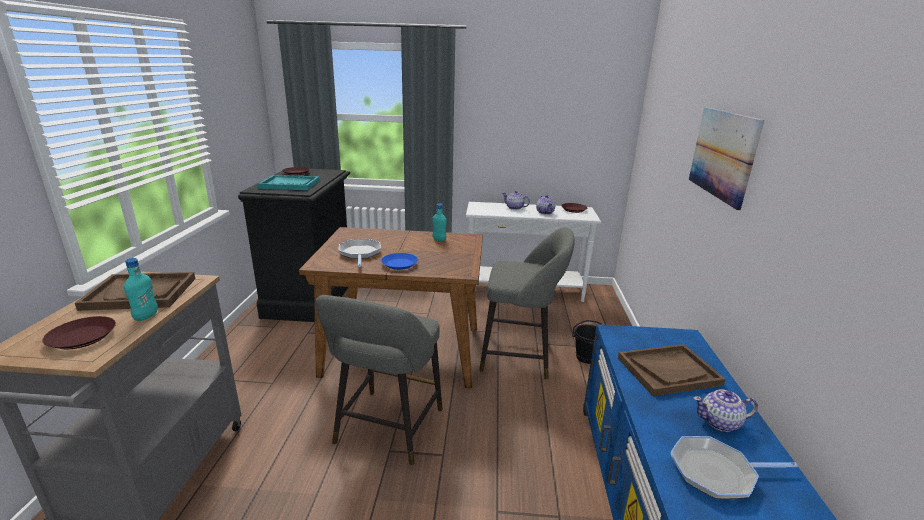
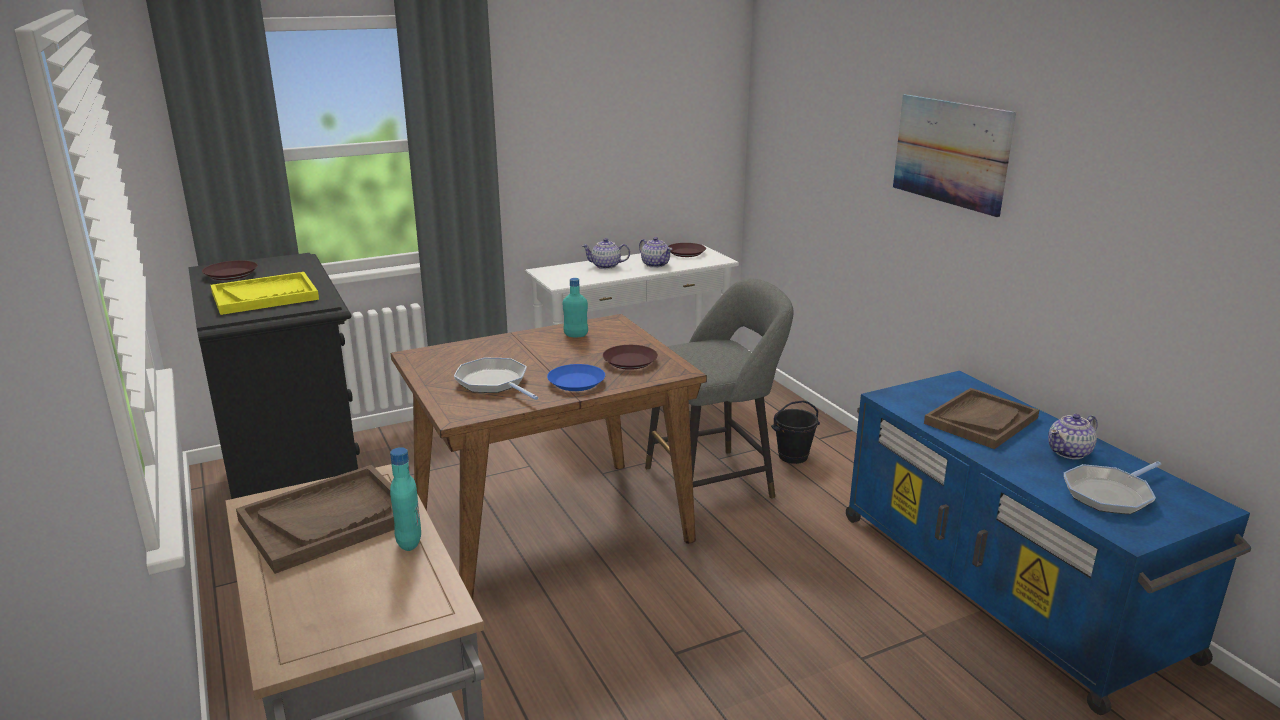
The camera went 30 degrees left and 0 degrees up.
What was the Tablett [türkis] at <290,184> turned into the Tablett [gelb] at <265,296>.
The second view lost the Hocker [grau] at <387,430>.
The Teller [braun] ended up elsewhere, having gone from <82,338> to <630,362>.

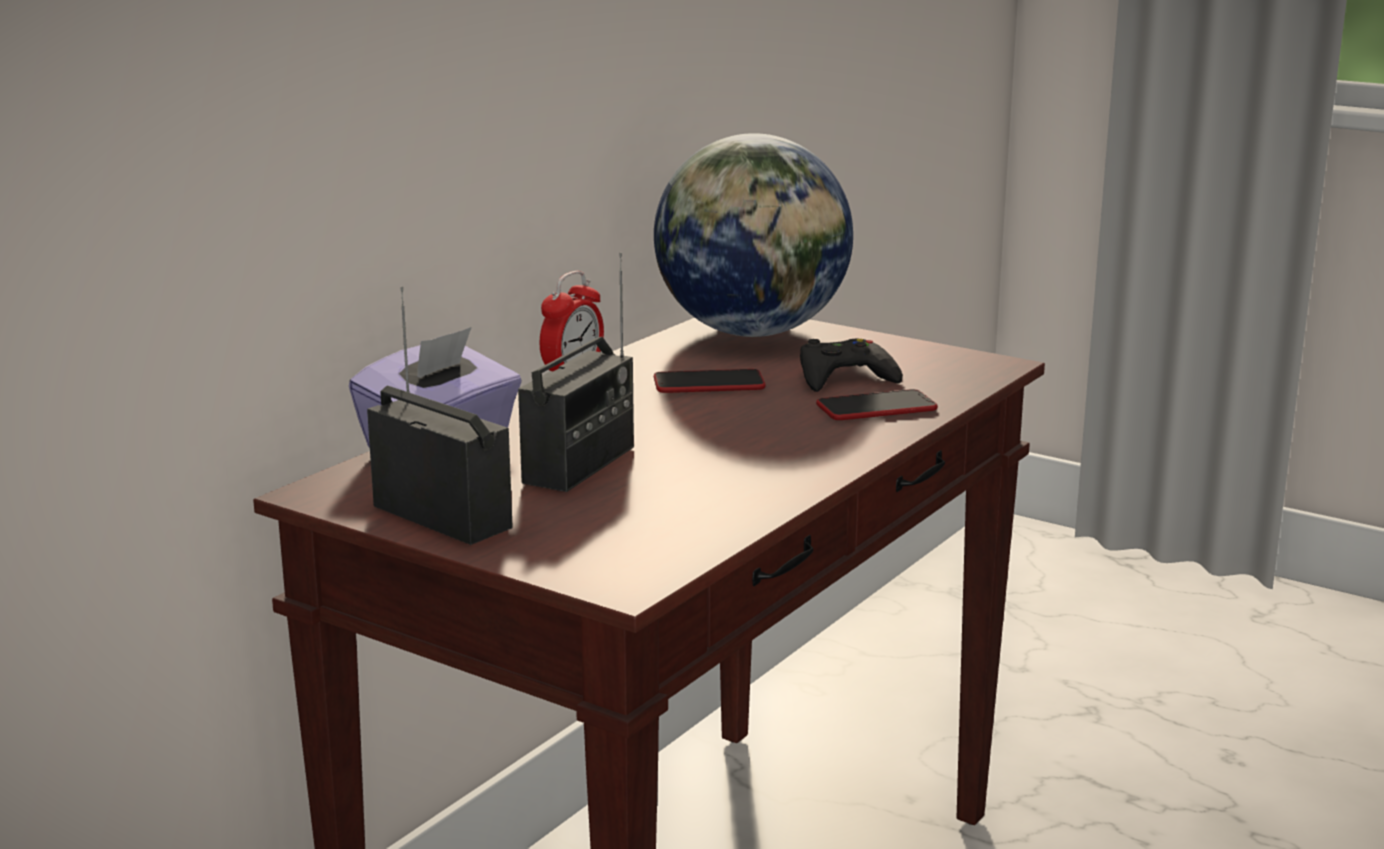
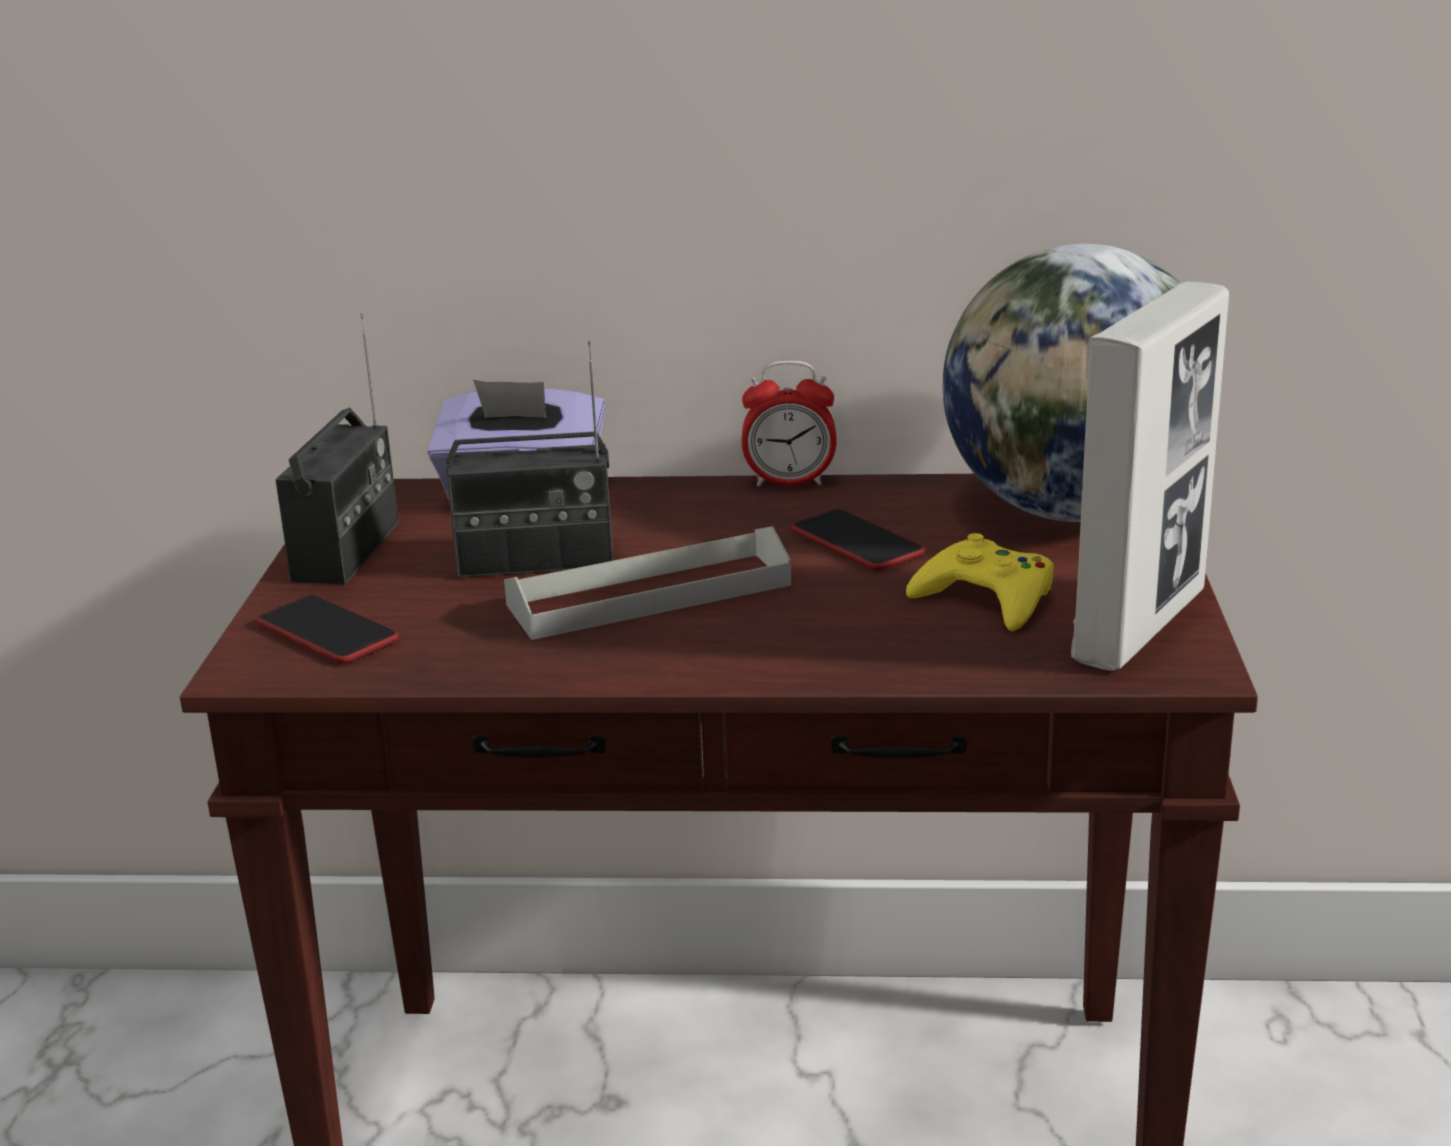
The camera went 60 degrees right and 5 degrees up.
What was the Gamepad [schwarz] at <844,377> turned into the Gamepad [gelb] at <987,598>.
The Handy ended up elsewhere, having gone from <876,408> to <327,632>.
The second view gained the Bilderrahmen at <1139,625>.
The second view gained the Tablett [grau] at <649,595>.

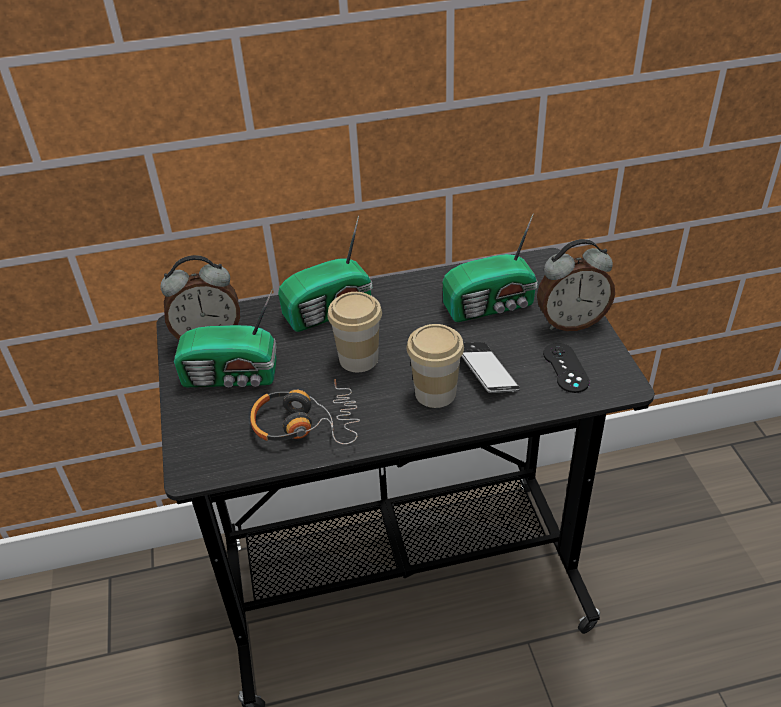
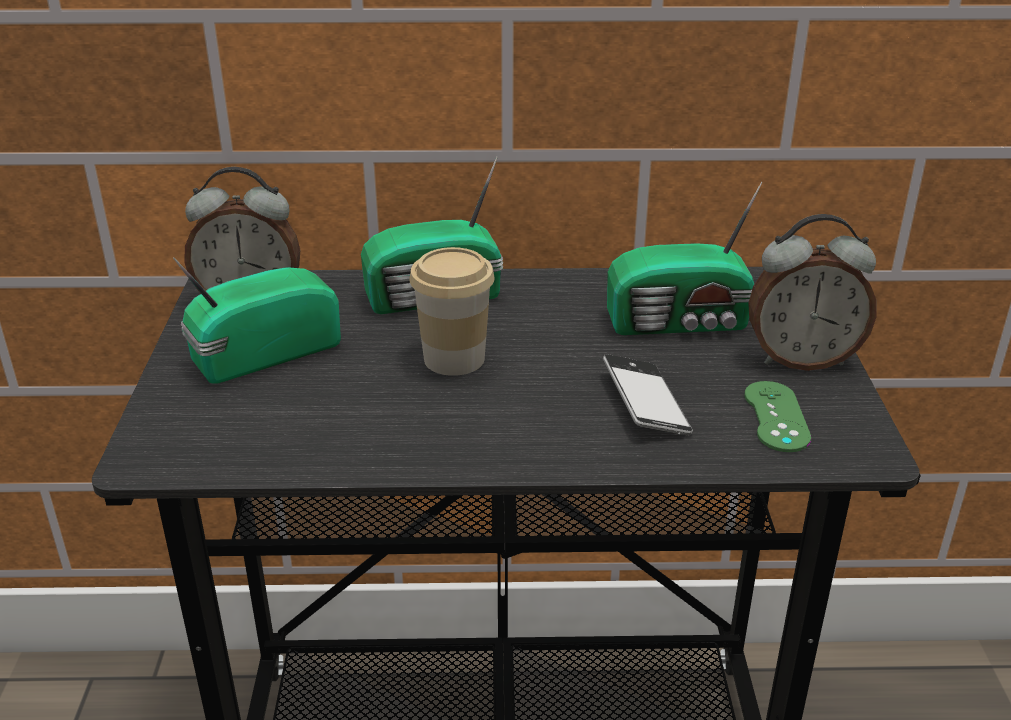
The camera went 10 degrees right and 10 degrees down.
The Radio at <233,376> ended up facing another way, 135 degrees clockwise from before.
The second view lost the Tasse at <435,393>.
What was the Gamepad [schwarz] at <565,368> turned into the Gamepad [grün] at <776,416>.
The second view lost the Kopfhörer at <306,423>.

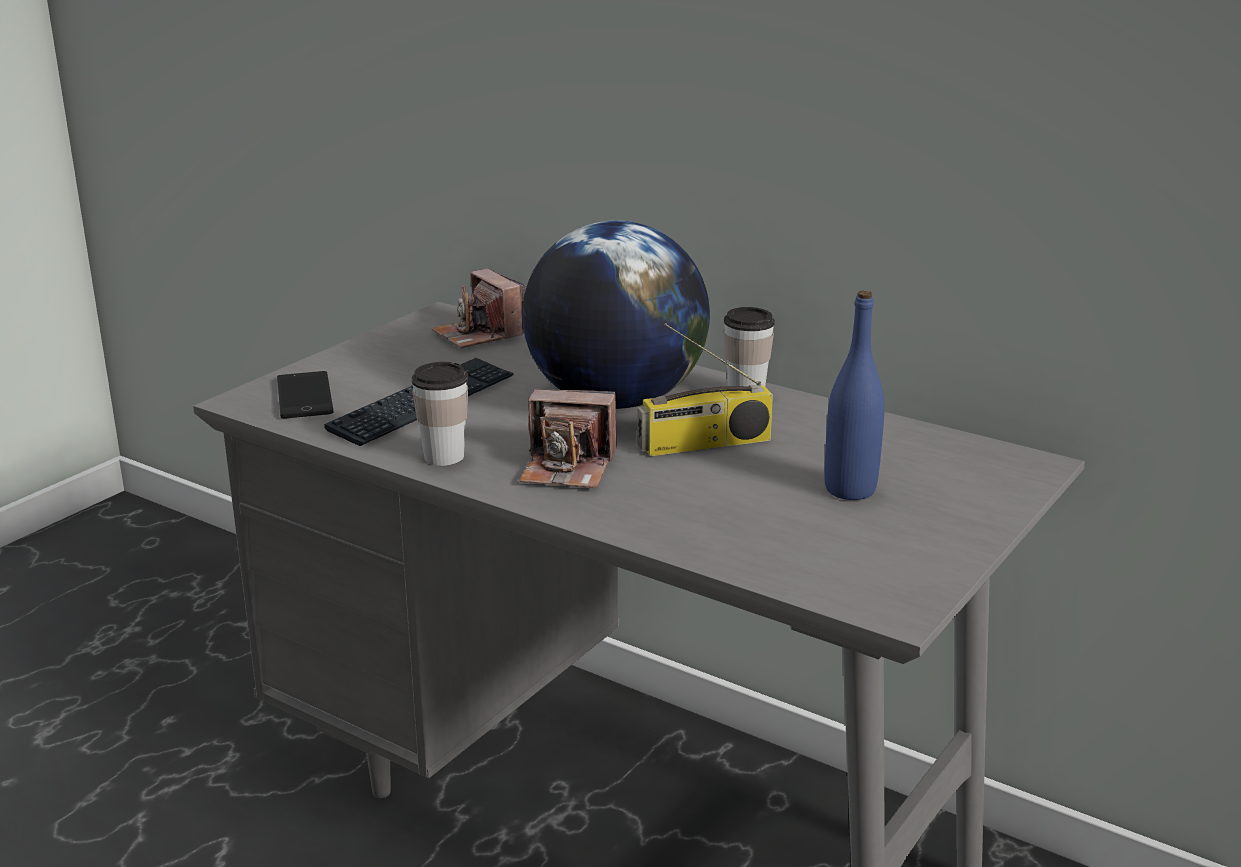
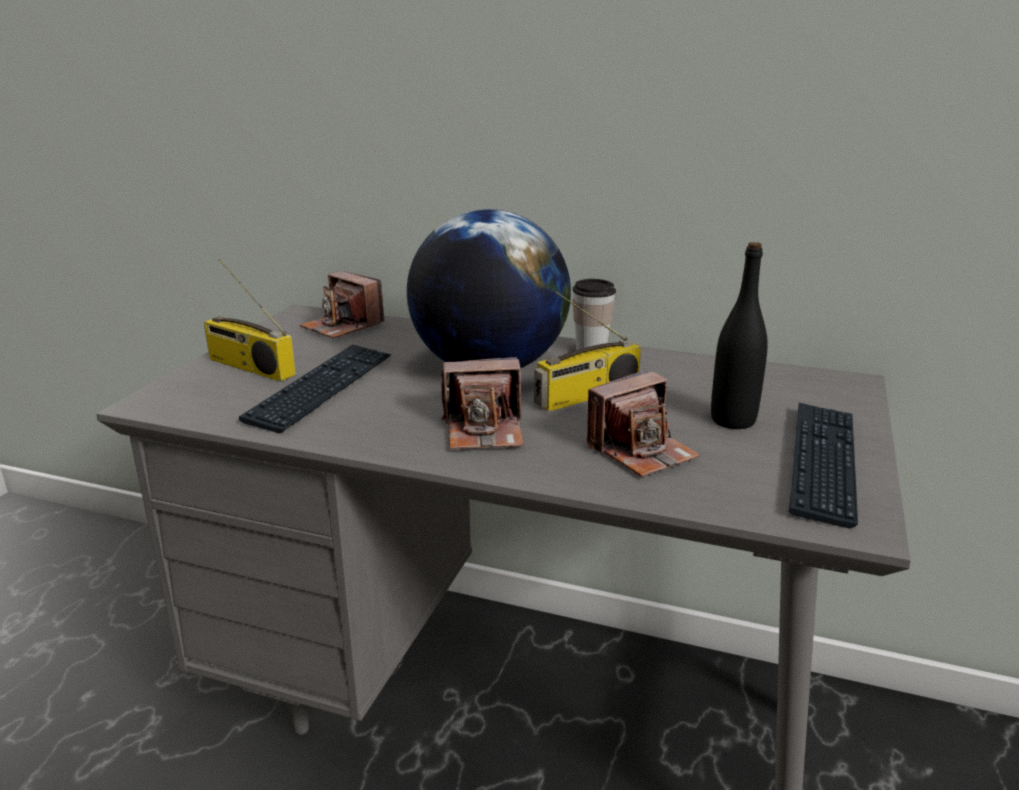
The camera went 15 degrees left and 0 degrees up.
What was the Flasche [blau] at <850,489> turned into the Flasche [schwarz] at <733,420>.
The second view lost the Tasse at <444,457>.
The second view lost the Handy at <304,396>.
The second view gained the Radio at <248,367>.
The second view gained the Kamera at <641,451>.
The second view gained the Tastatur at <822,462>.

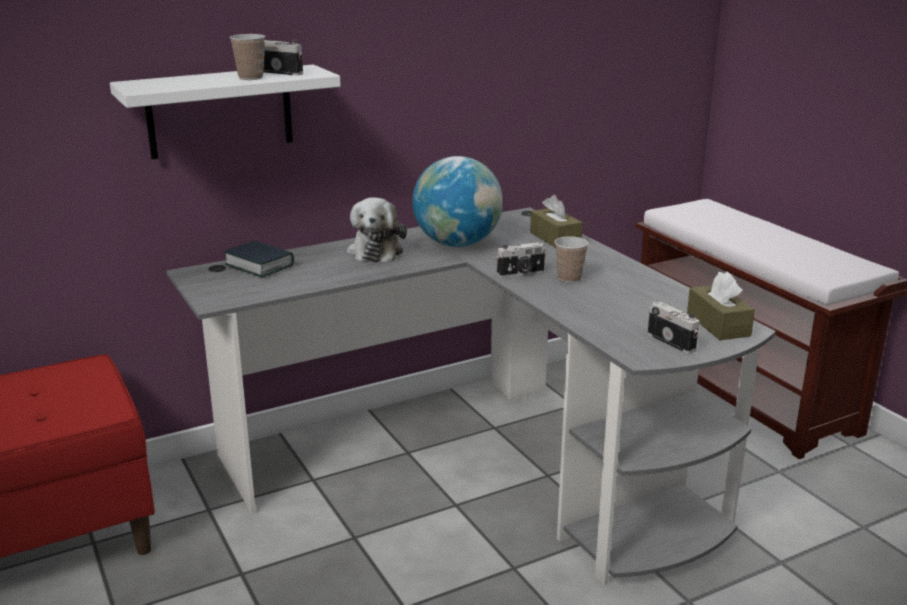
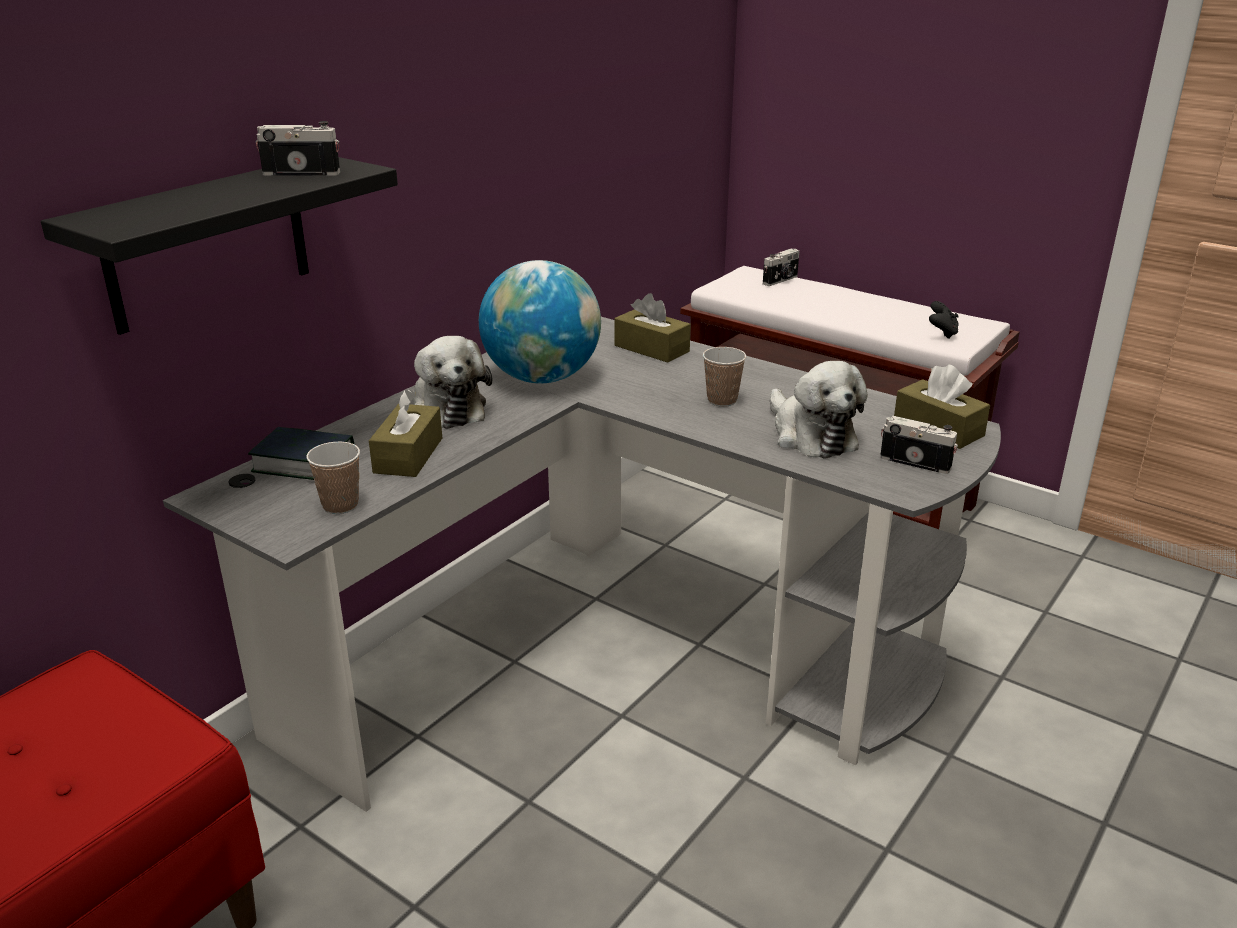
The camera went 25 degrees left and 5 degrees up.
The Tasse ended up elsewhere, having gone from <251,78> to <340,505>.
What was the Wandregal [weiß] at <220,111> turned into the Wandregal [schwarz] at <208,243>.
The Kamera ended up elsewhere, having gone from <521,274> to <781,280>.
The second view gained the Gamepad [schwarz] at <942,333>.
The second view gained the Plüschtier at <810,435>.
The second view gained the Taschentuchbox [braun] at <408,455>.

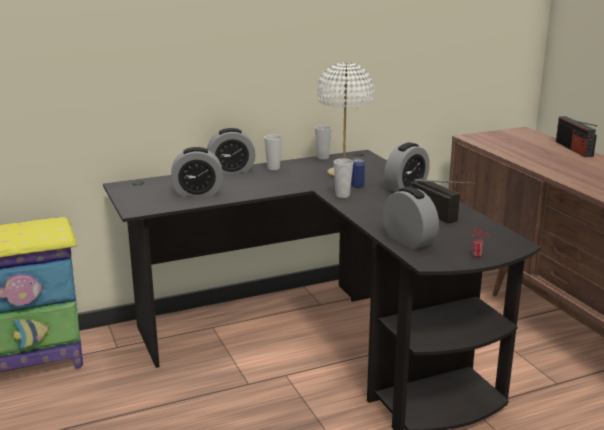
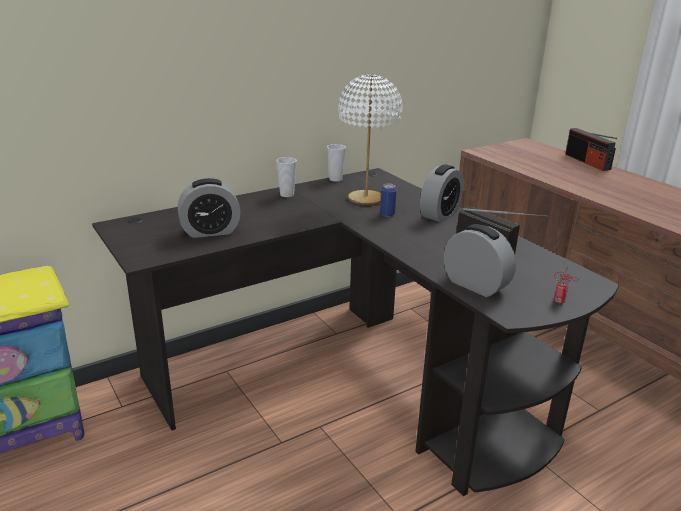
The camera went 10 degrees left and 5 degrees up.
The second view lost the Wecker at <231,170>.
The second view lost the Tasse at <342,195>.

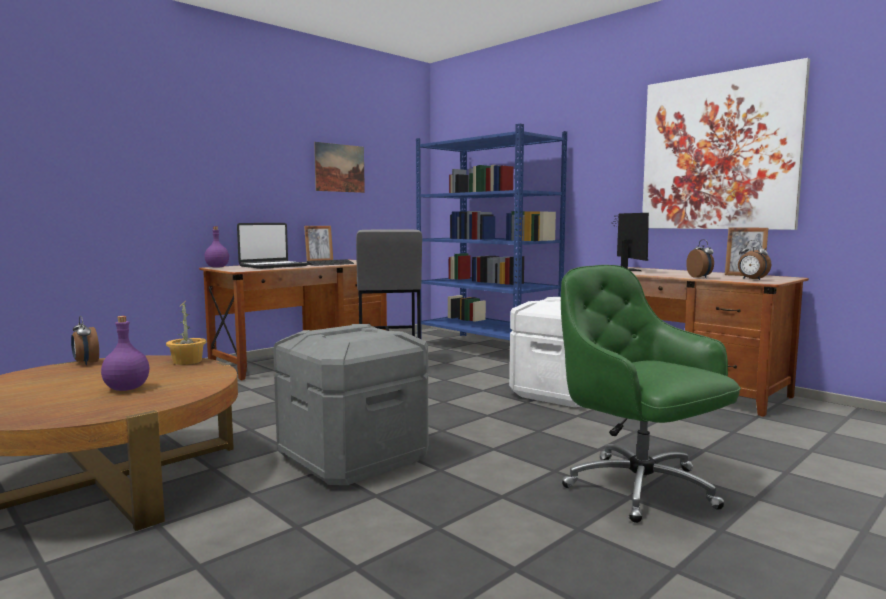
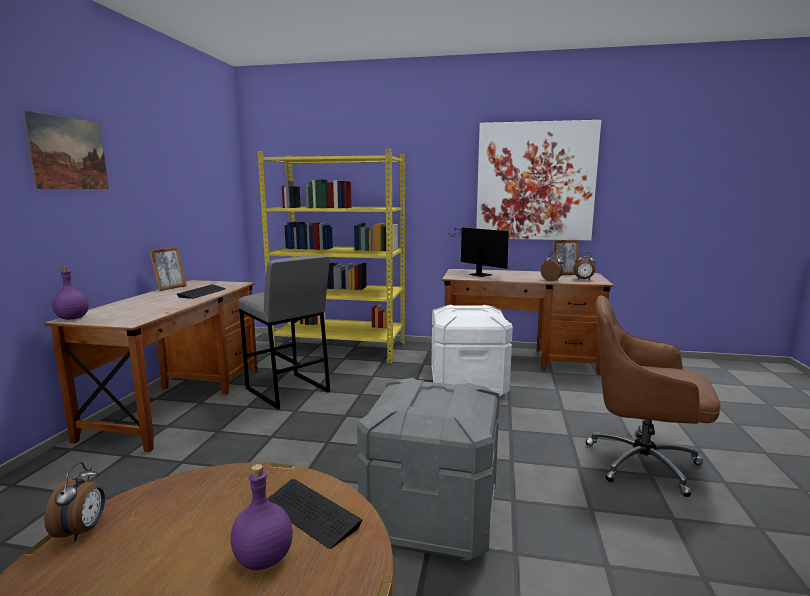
The camera went 35 degrees left and 5 degrees up.
What was the Bücherregal [blau] at <486,348> turned into the Bücherregal [gelb] at <340,348>.
The Bild ended up elsewhere, having gone from <339,168> to <69,153>.
The second view lost the Laptop at <273,266>.
What was the Bürostuhl [grün] at <641,487> turned into the Bürostuhl [braun] at <641,462>.
The second view lost the Topfpflanze at <188,361>.
The Wecker at <85,363> ended up facing another way, 105 degrees counterclockwise from before.
The second view gained the Tastatur at <311,514>.

